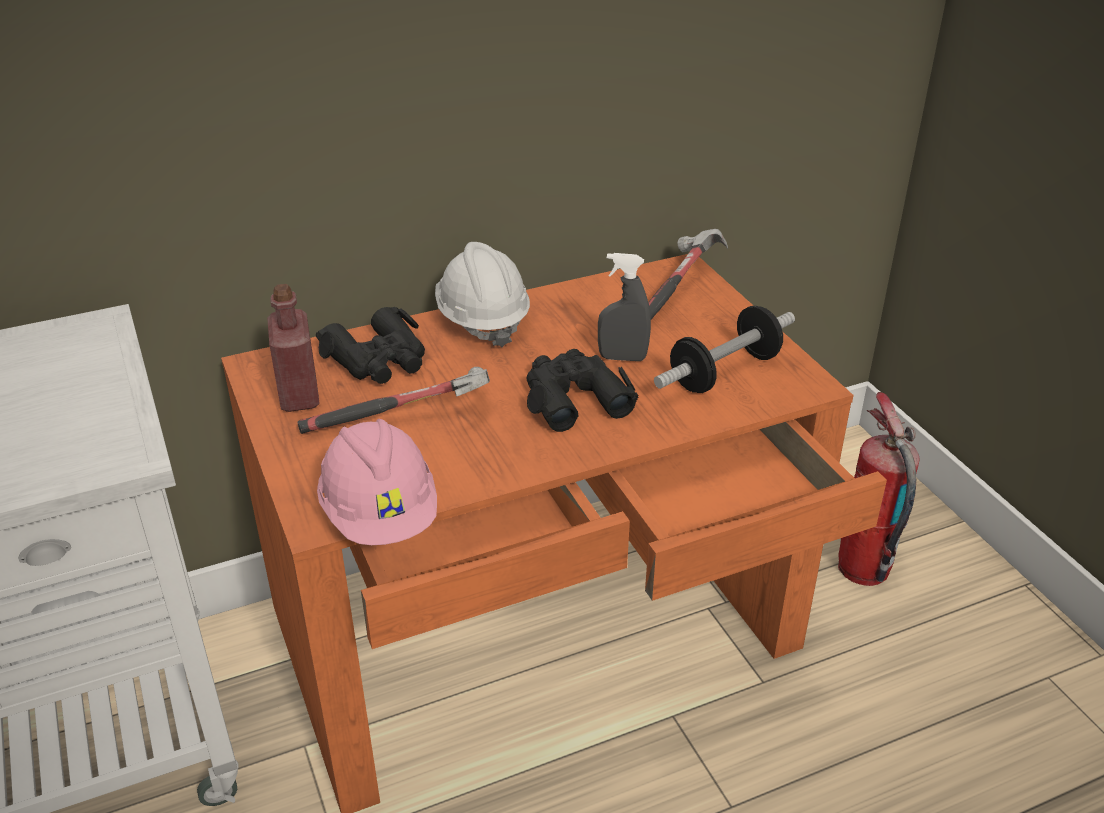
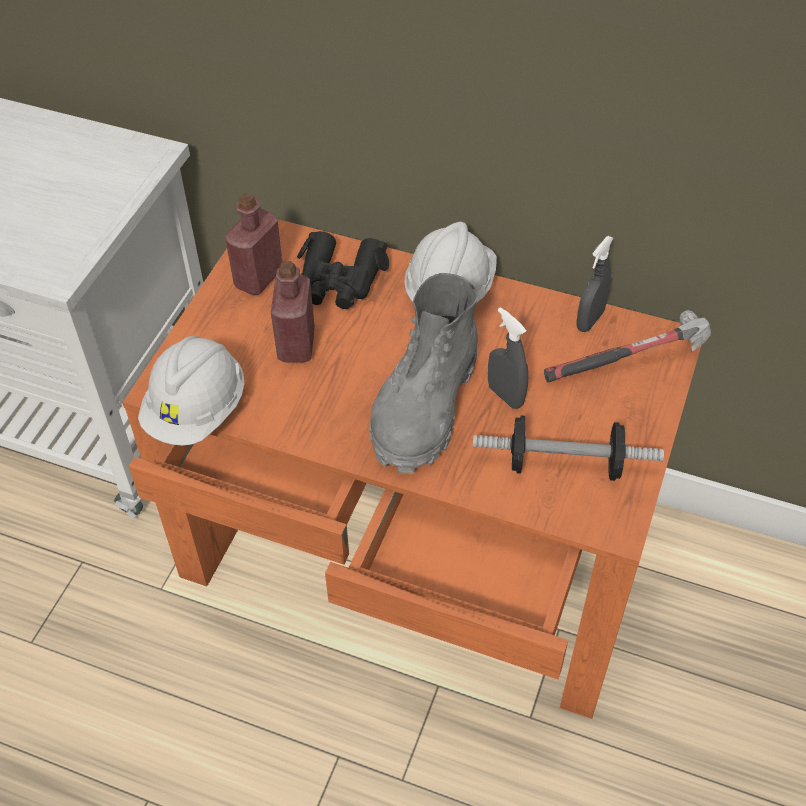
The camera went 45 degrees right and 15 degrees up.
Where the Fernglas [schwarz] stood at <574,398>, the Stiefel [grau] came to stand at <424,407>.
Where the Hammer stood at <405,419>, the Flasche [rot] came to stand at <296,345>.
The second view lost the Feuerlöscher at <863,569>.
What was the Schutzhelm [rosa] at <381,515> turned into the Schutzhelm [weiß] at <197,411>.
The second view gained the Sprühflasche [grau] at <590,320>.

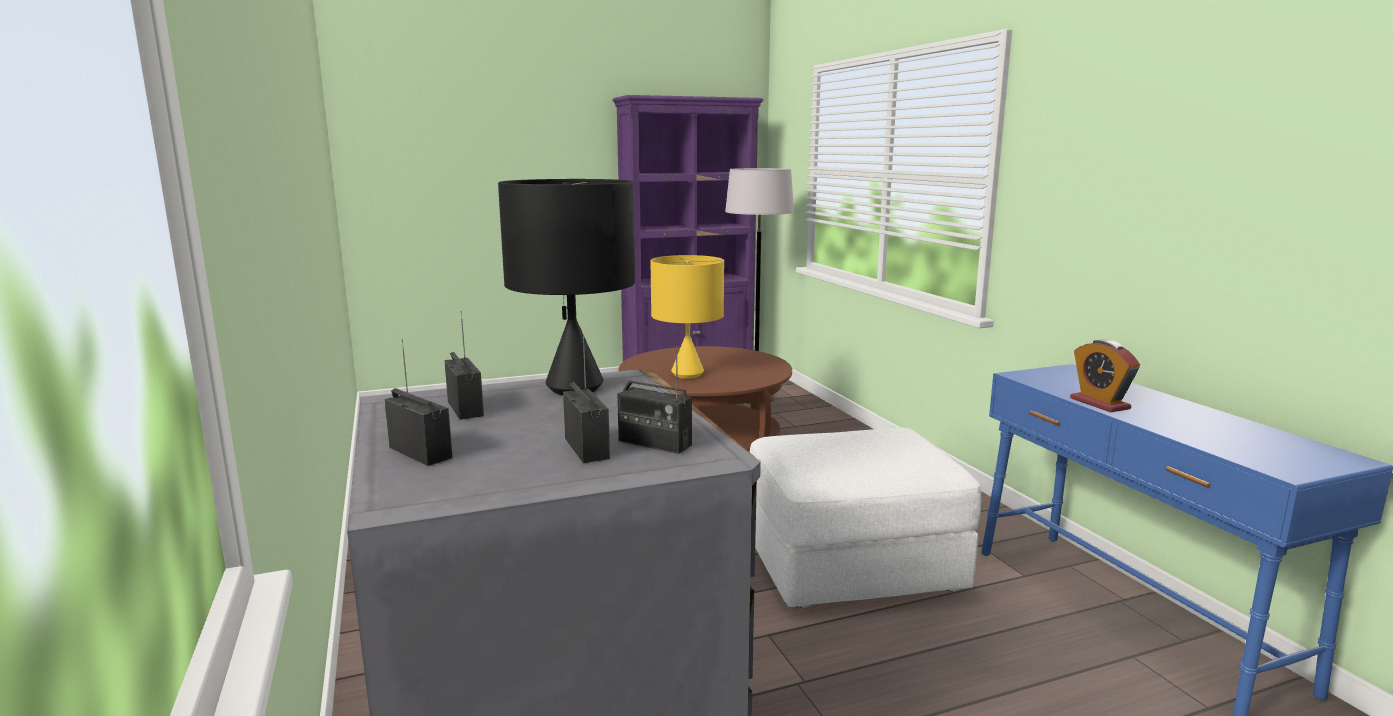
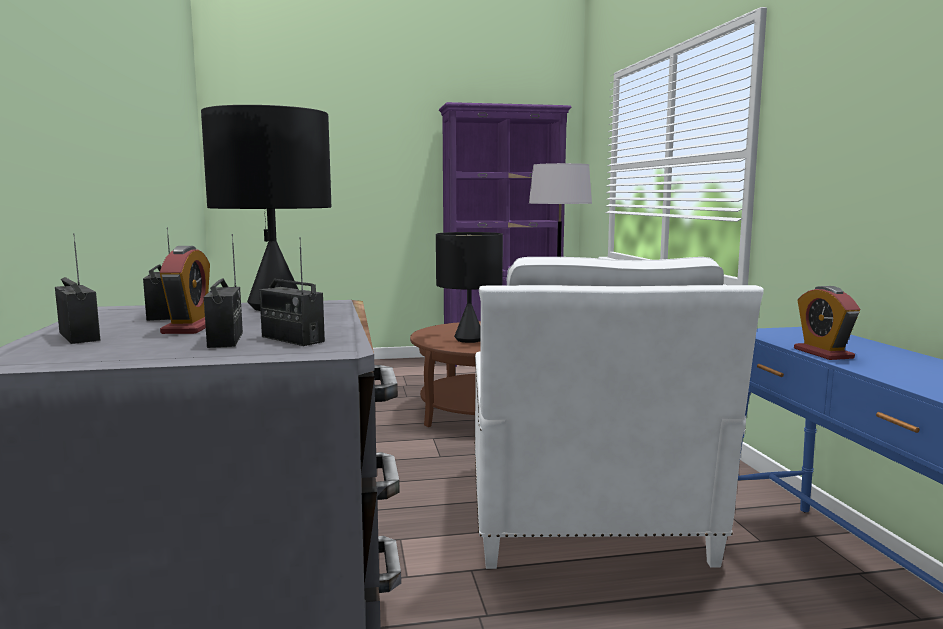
The camera went 10 degrees right and 5 degrees down.
What was the Tischlampe [gelb] at <687,375> turned into the Tischlampe [schwarz] at <469,340>.
Where the Polsterhocker [weiß] stood at <851,565>, the Sessel [weiß] came to stand at <583,517>.
The second view gained the Wecker at <190,327>.

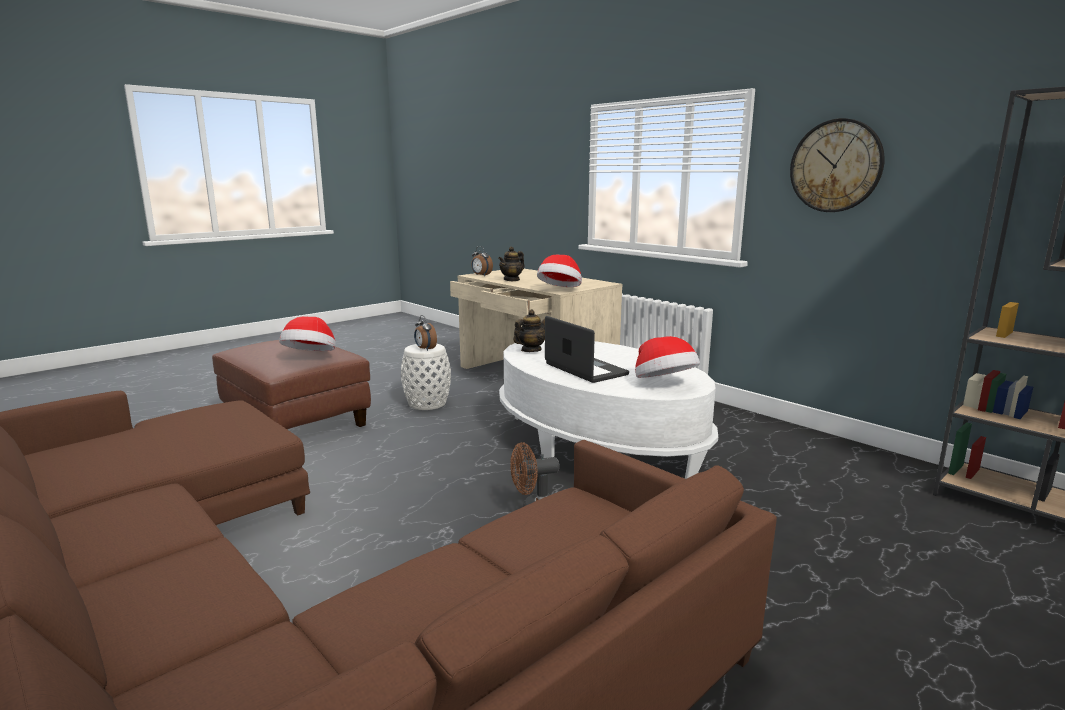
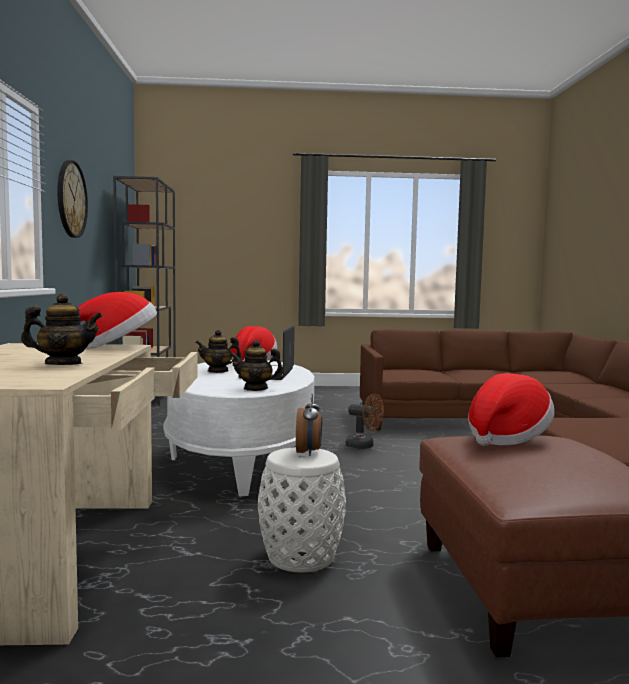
The camera went 140 degrees left and 10 degrees down.
The second view lost the Wecker at <481,275>.
The second view gained the Teekanne at <218,371>.

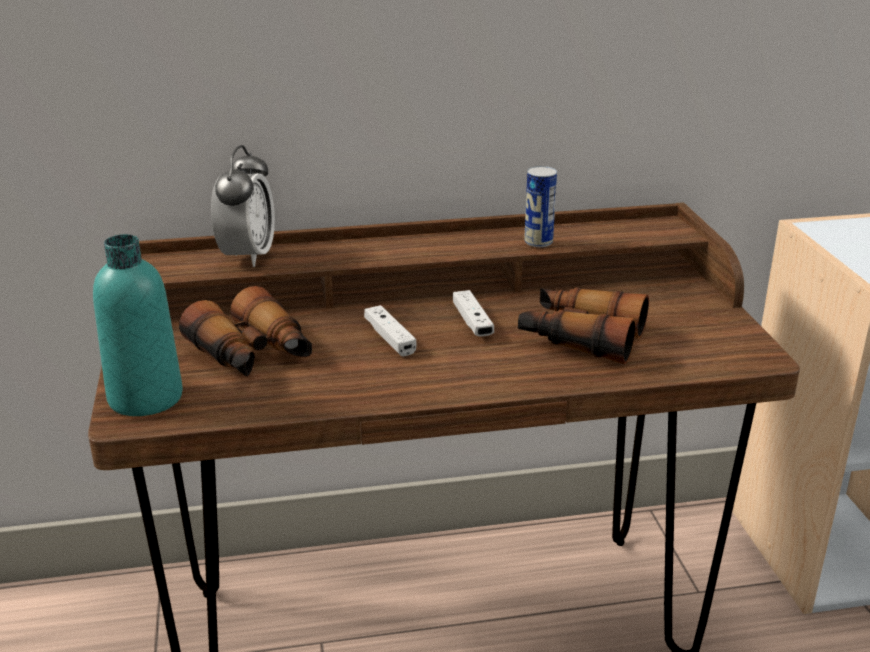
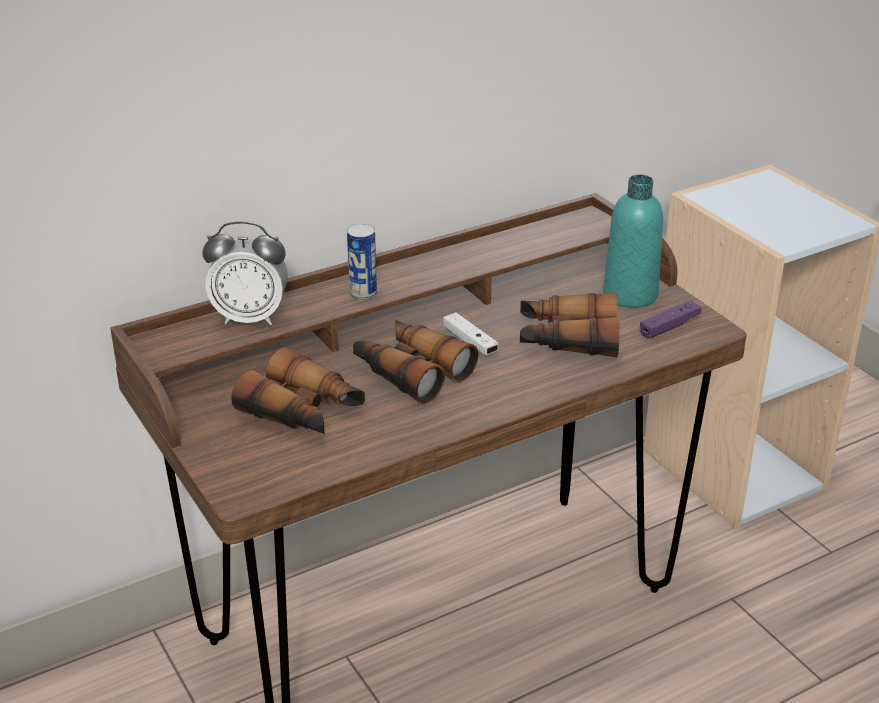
The camera went 20 degrees left and 5 degrees up.
The Wecker at <247,256> ended up facing another way, 105 degrees clockwise from before.
The Dose ended up elsewhere, having gone from <538,242> to <363,293>.
The Flasche [türkis] ended up elsewhere, having gone from <145,398> to <630,295>.
Where the Gamepad [weiß] stood at <390,338>, the Fernglas came to stand at <410,371>.
The second view gained the Gamepad [lila] at <669,326>.

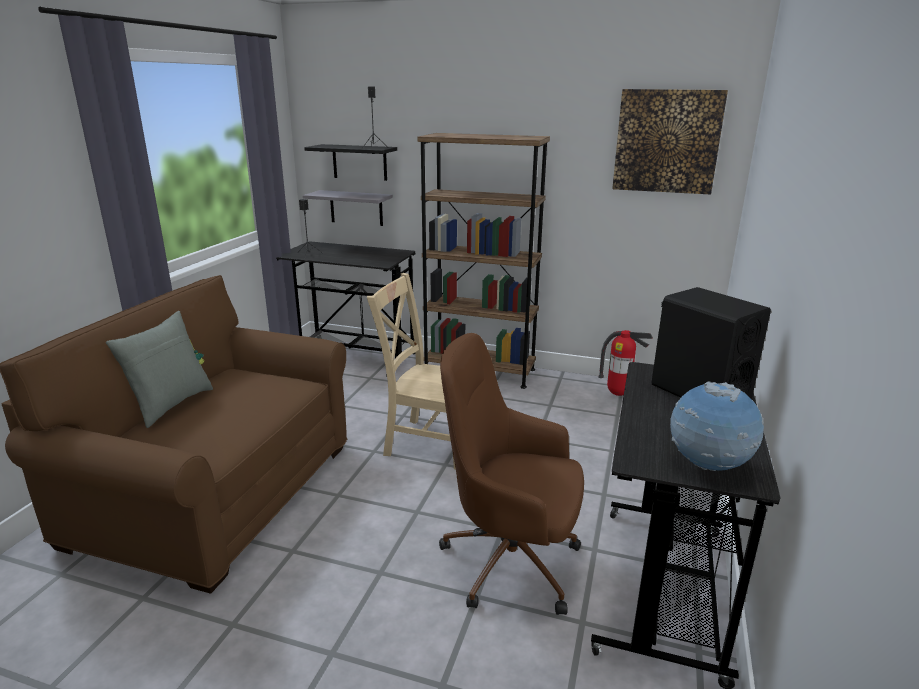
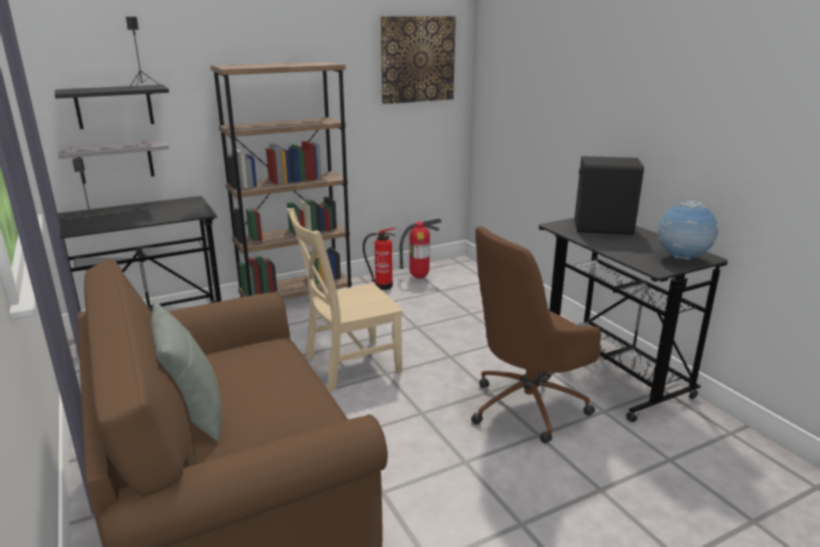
The camera went 45 degrees left and 0 degrees up.
The second view gained the Feuerlöscher at <382,286>.

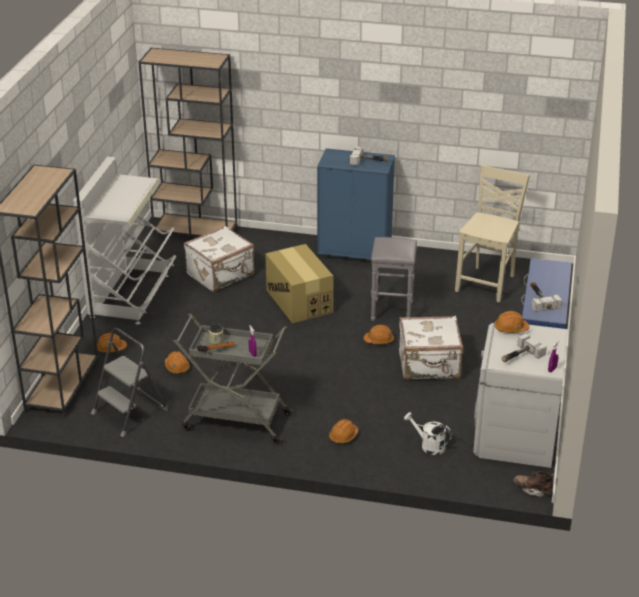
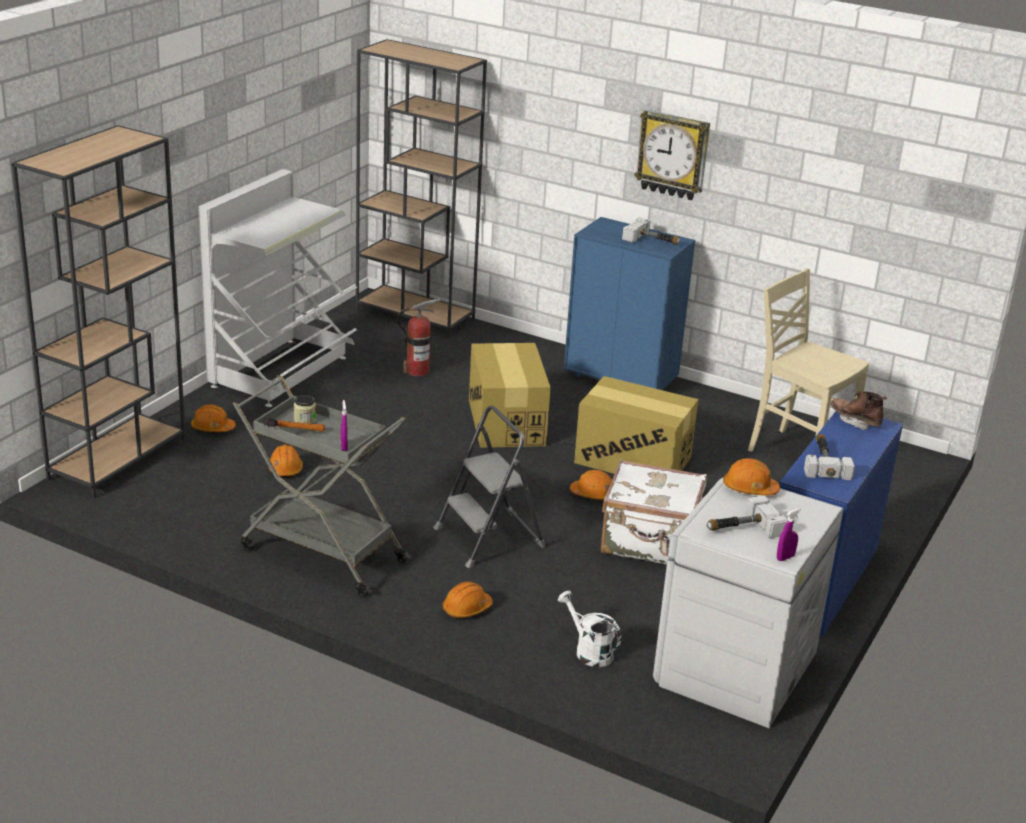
The camera went 15 degrees right and 5 degrees down.
The Stuhl [beige] at <487,283> ended up facing another way, 90 degrees counterclockwise from before.
Where the Koffer [weiß] stood at <221,275>, the Feuerlöscher came to stand at <417,371>.
Where the Hocker [grau] stood at <391,310>, the Karton came to stand at <632,460>.
The Trittleiter [grau] ended up elsewhere, having gone from <132,410> to <493,536>.
The Stiefel [braun] ended up elsewhere, having gone from <532,489> to <855,421>.
The second view gained the Wanduhr at <673,155>.

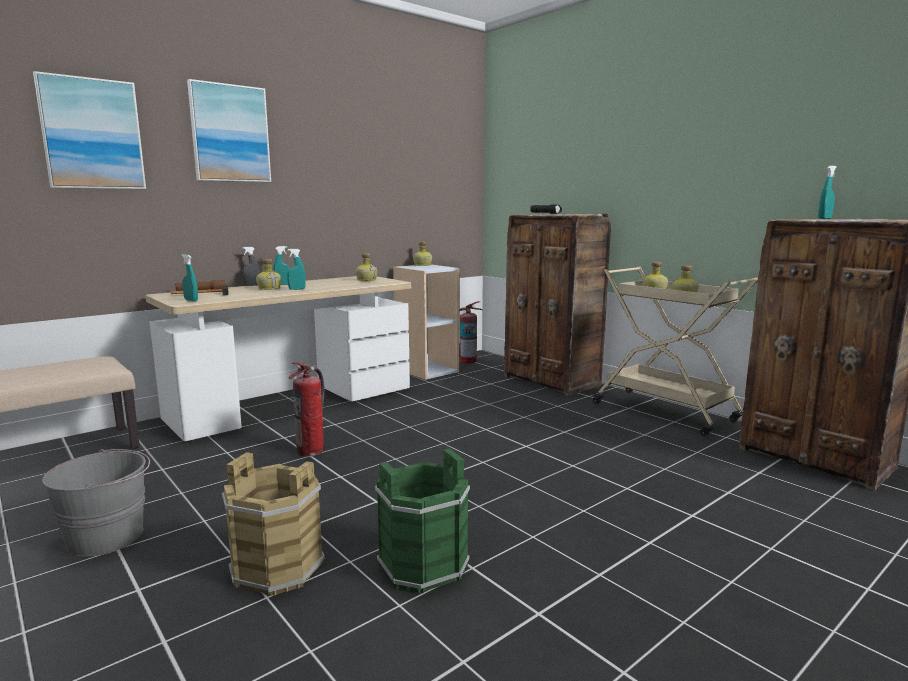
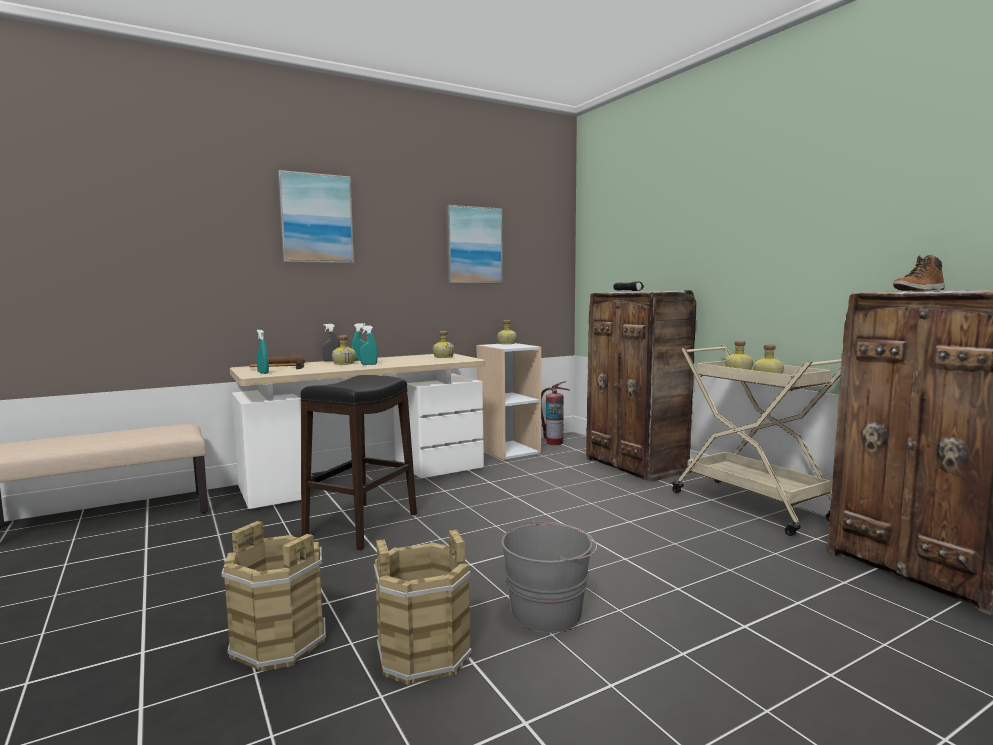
The camera went 10 degrees right and 5 degrees down.
The Bild ended up elsewhere, having gone from <92,134> to <474,245>.
Where the Sprühflasche [türkis] stood at <824,218>, the Stiefel came to stand at <919,290>.
Where the Feuerlöscher stood at <311,451>, the Hocker [schwarz] came to stand at <362,525>.
What was the Eimer [grün] at <423,564> turned into the Eimer [braun] at <423,653>.
The Eimer [grau] ended up elsewhere, having gone from <107,536> to <548,612>.

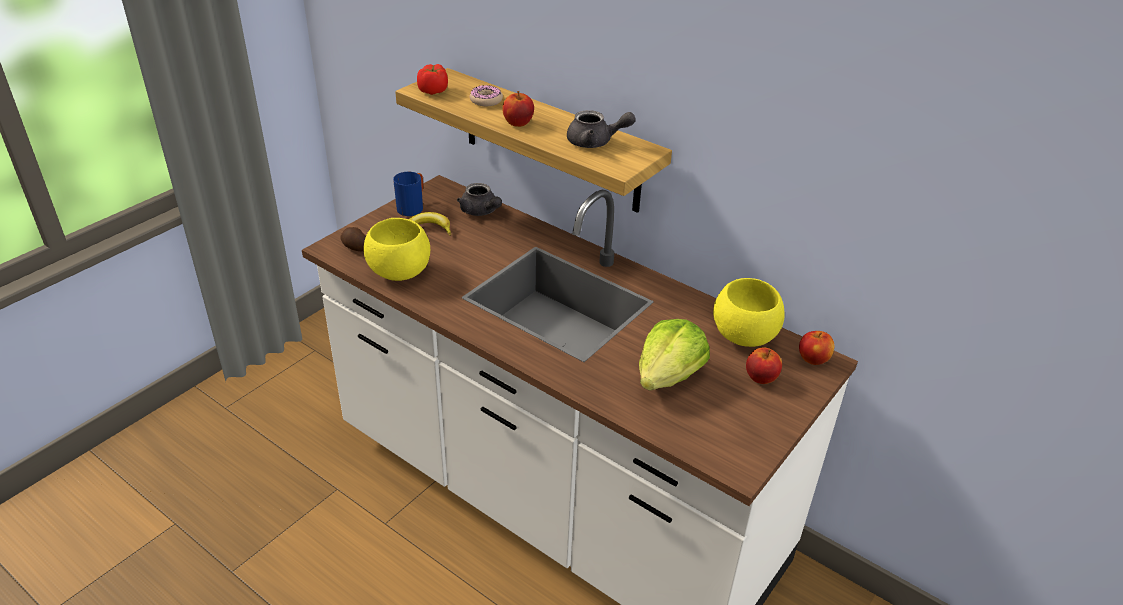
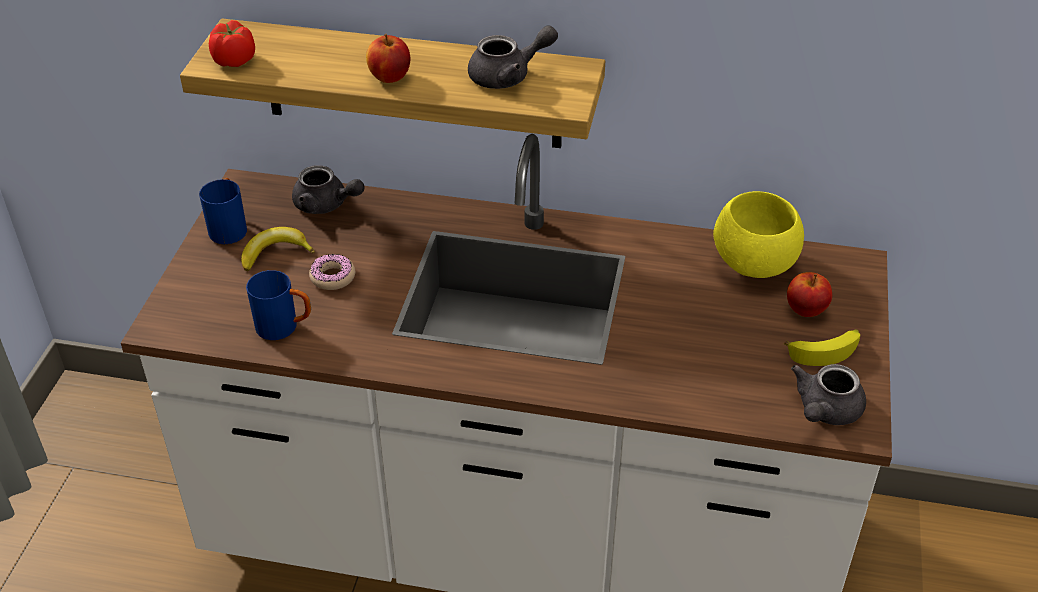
The camera went 25 degrees left and 5 degrees up.
The Donut ended up elsewhere, having gone from <486,100> to <332,277>.
Where the Schüssel [gelb] stood at <400,272>, the Henkelbecher [blau] came to stand at <285,327>.
The second view lost the Kartoffel at <355,247>.
The second view lost the Salatkopf at <669,375>.
The second view lost the Apfel at <813,359>.
The second view gained the Banane at <824,351>.
The second view gained the Teekanne [grau] at <824,411>.

